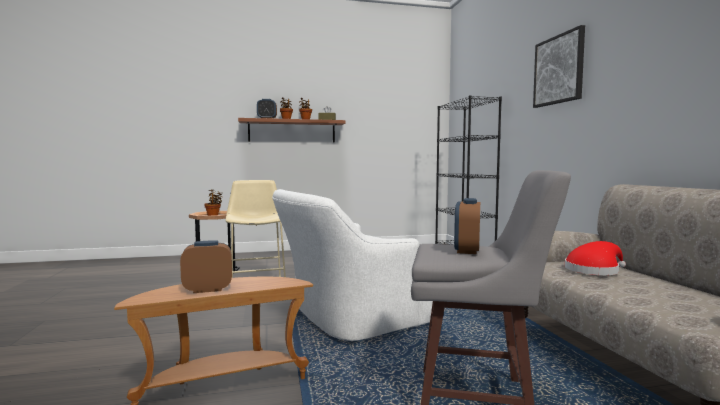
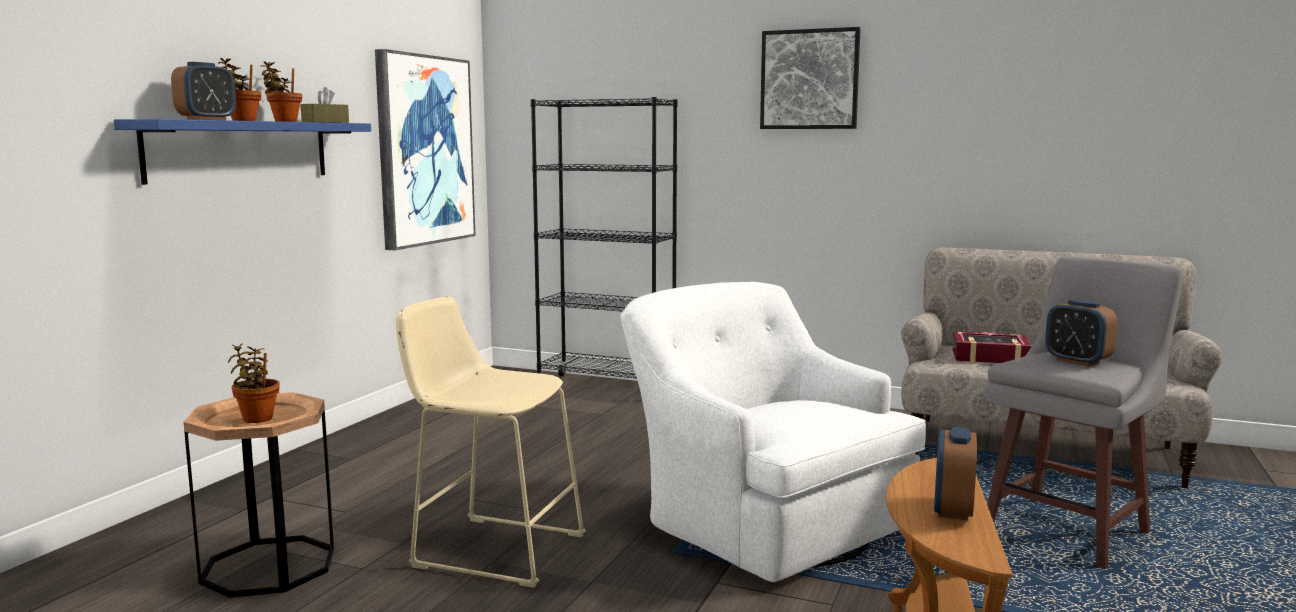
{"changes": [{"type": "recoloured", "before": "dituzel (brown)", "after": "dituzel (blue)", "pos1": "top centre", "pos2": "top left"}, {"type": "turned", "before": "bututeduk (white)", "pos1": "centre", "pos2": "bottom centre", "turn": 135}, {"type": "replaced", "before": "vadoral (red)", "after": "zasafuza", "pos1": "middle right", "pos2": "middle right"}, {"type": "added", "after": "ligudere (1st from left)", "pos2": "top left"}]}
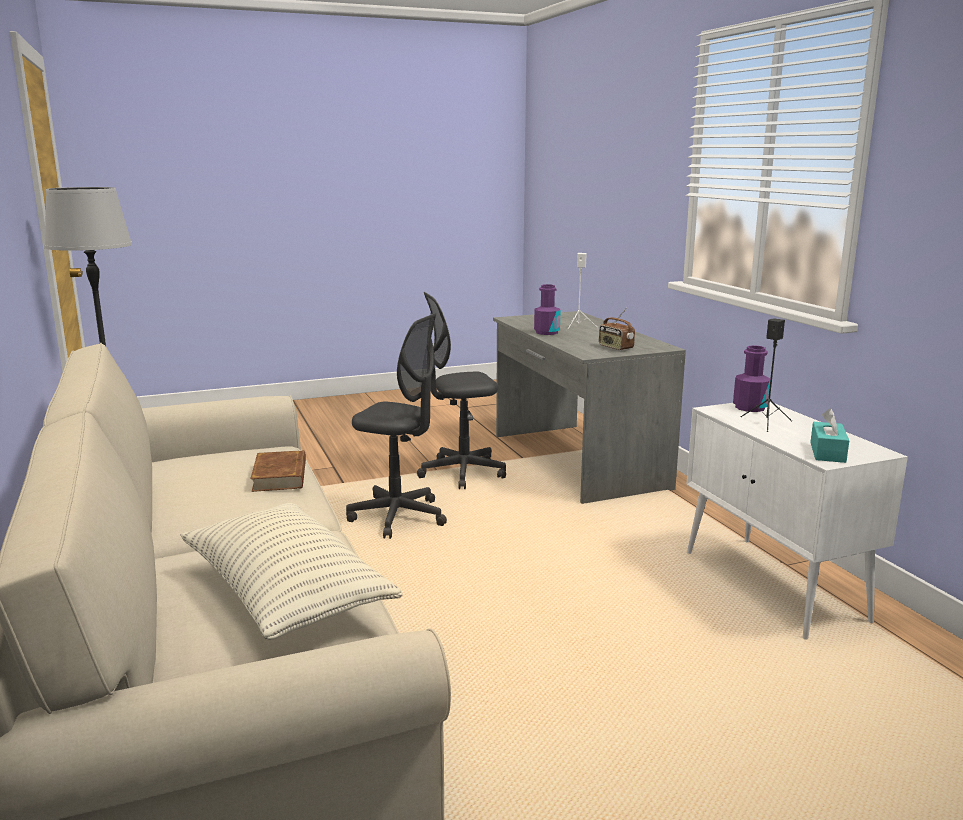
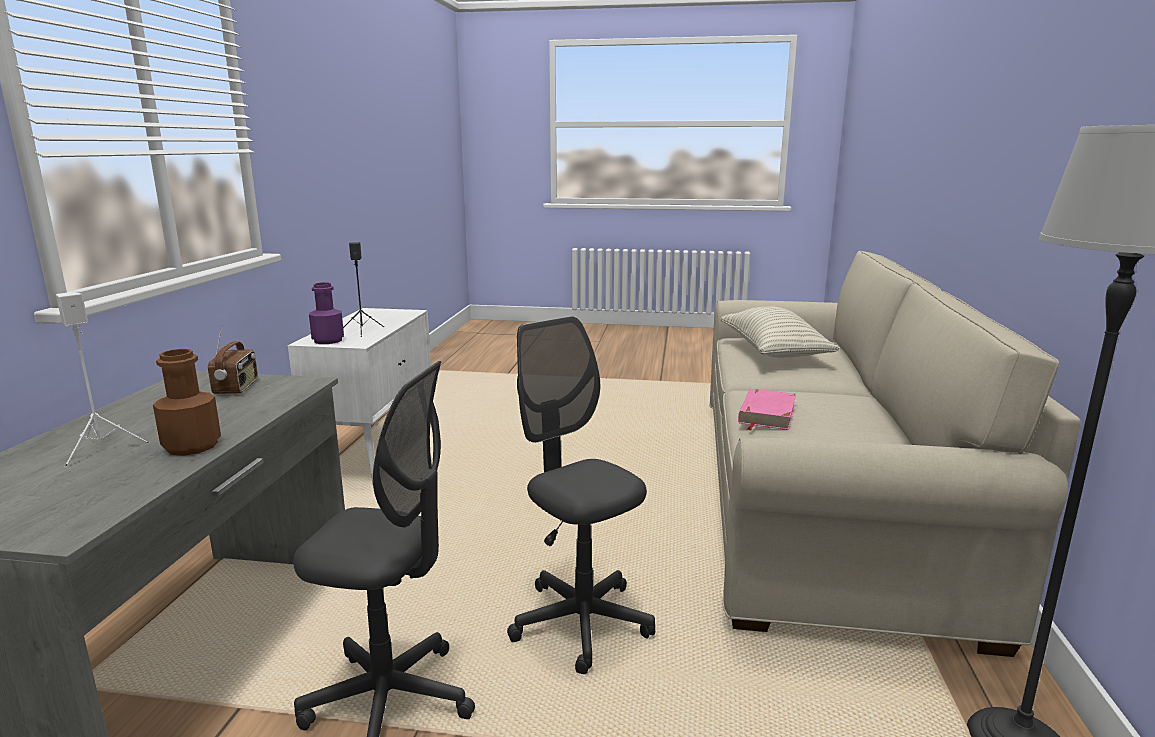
{"changes": [{"type": "recoloured", "before": "zasafuza (brown)", "after": "zasafuza (pink)", "pos1": "middle left", "pos2": "centre"}, {"type": "recoloured", "before": "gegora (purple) (1st from left)", "after": "gegora (brown)", "pos1": "centre", "pos2": "middle left"}, {"type": "removed", "before": "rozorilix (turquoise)", "pos1": "middle right"}]}
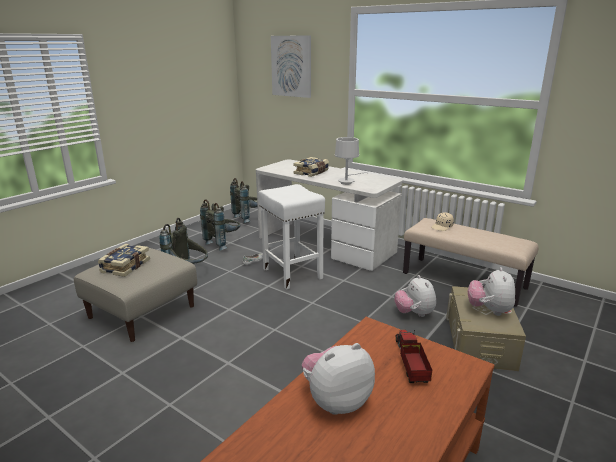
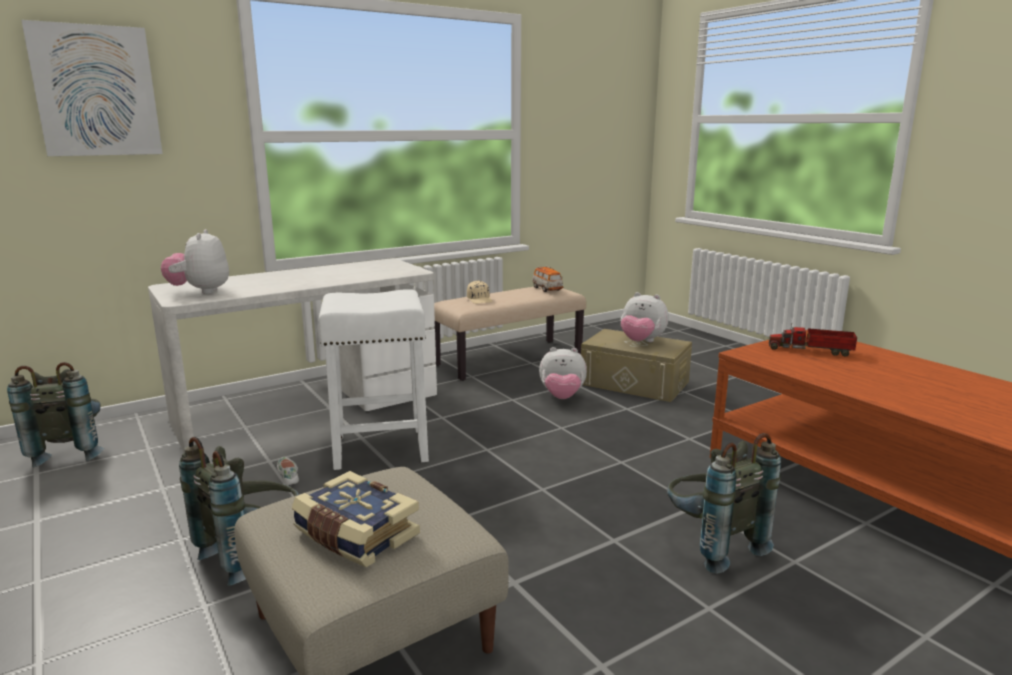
{"changes": [{"type": "moved", "before": "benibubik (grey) (2nd from left in the first image)", "after": "benibubik (grey) (3rd from left)", "pos1": "centre", "pos2": "bottom right"}, {"type": "removed", "before": "zasafuza (2nd from left)", "pos1": "centre"}, {"type": "moved", "before": "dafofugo (1st from left)", "pos1": "bottom centre", "pos2": "middle left"}, {"type": "removed", "before": "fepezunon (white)", "pos1": "centre"}, {"type": "added", "after": "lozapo", "pos2": "centre"}]}
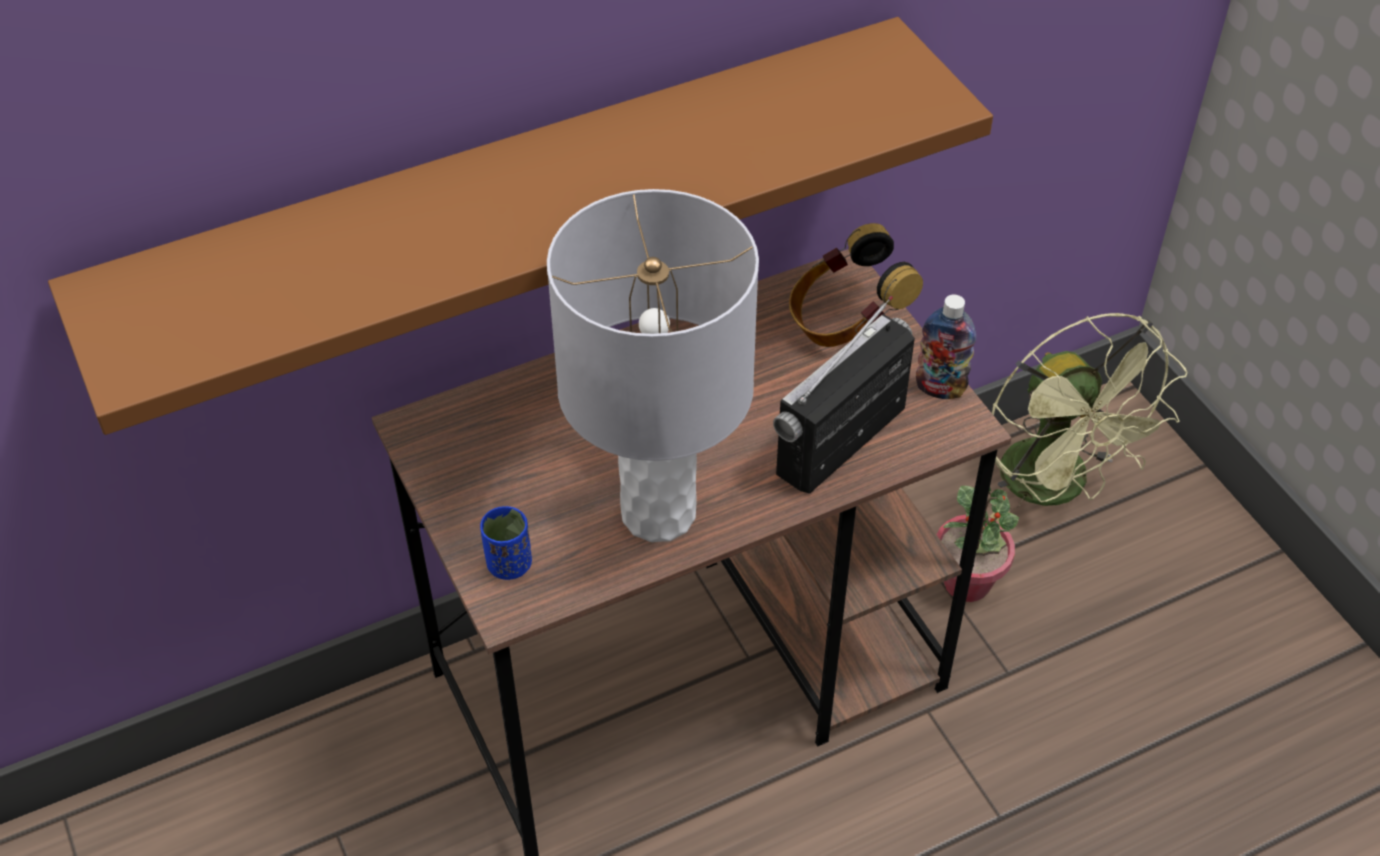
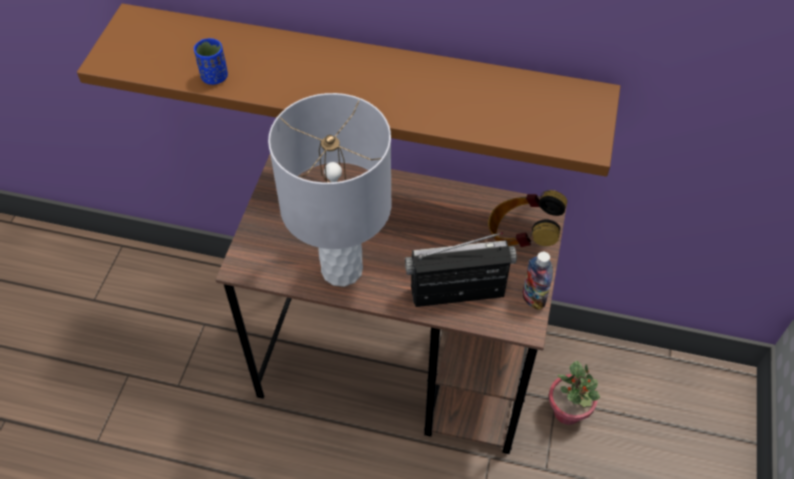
{"changes": [{"type": "moved", "before": "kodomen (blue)", "pos1": "centre", "pos2": "top left"}, {"type": "removed", "before": "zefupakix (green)", "pos1": "middle right"}]}
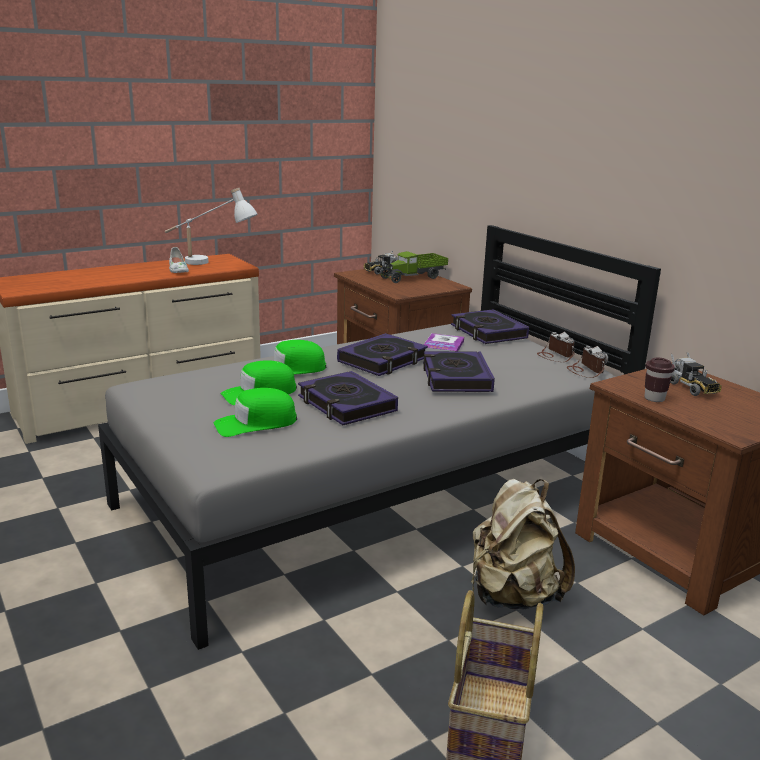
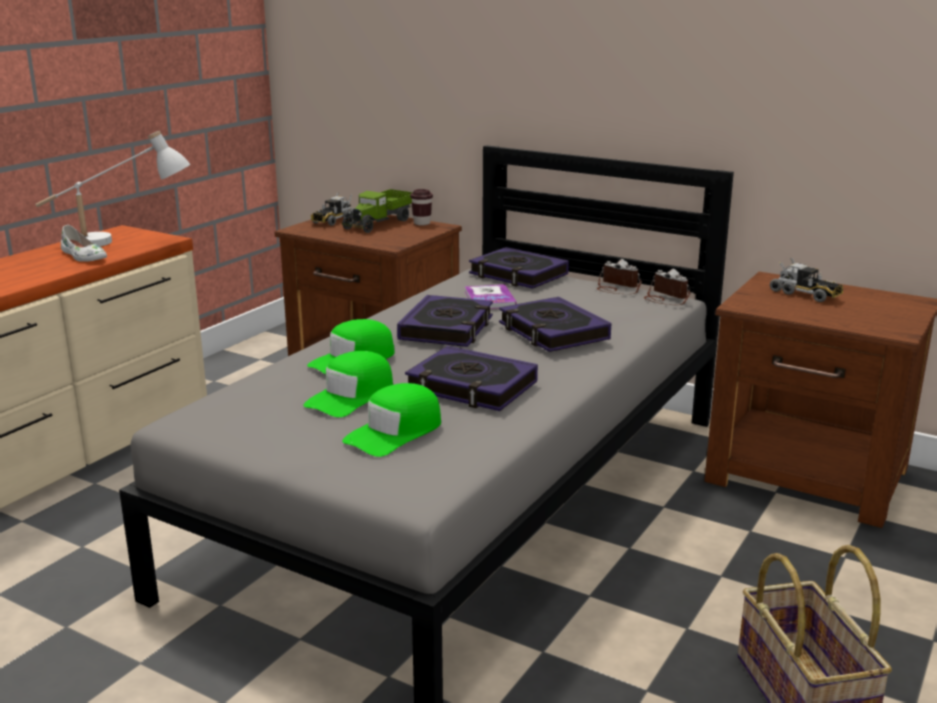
{"changes": [{"type": "removed", "before": "benibubik (beige)", "pos1": "bottom right"}, {"type": "moved", "before": "kodomen (brown)", "pos1": "middle right", "pos2": "top centre"}]}
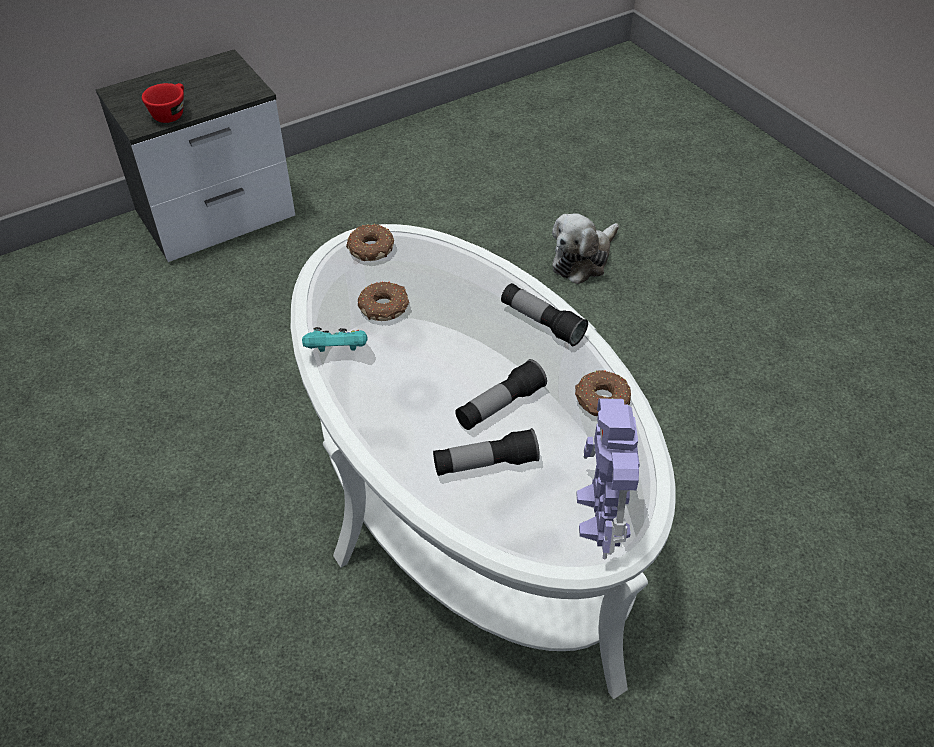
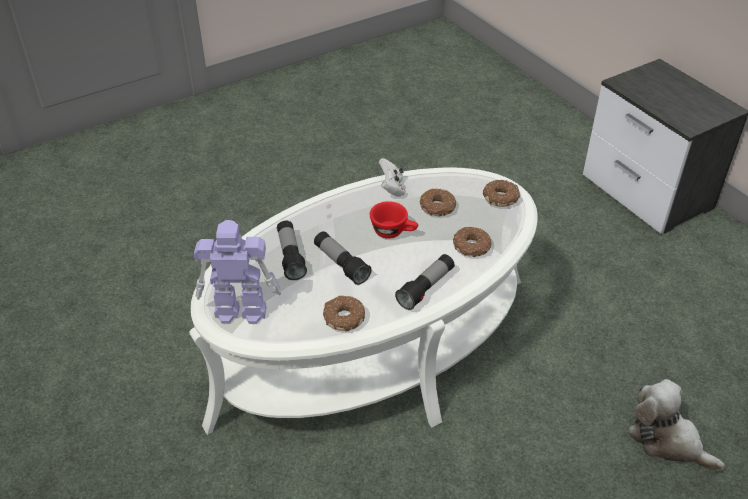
{"changes": [{"type": "moved", "before": "kodomen (red)", "pos1": "top left", "pos2": "centre"}, {"type": "recoloured", "before": "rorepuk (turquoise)", "after": "rorepuk (white)", "pos1": "centre", "pos2": "centre"}, {"type": "added", "after": "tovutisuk (3rd from left)", "pos2": "centre"}]}
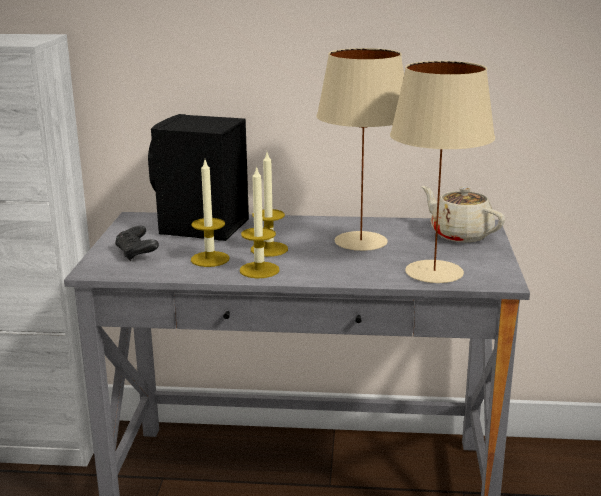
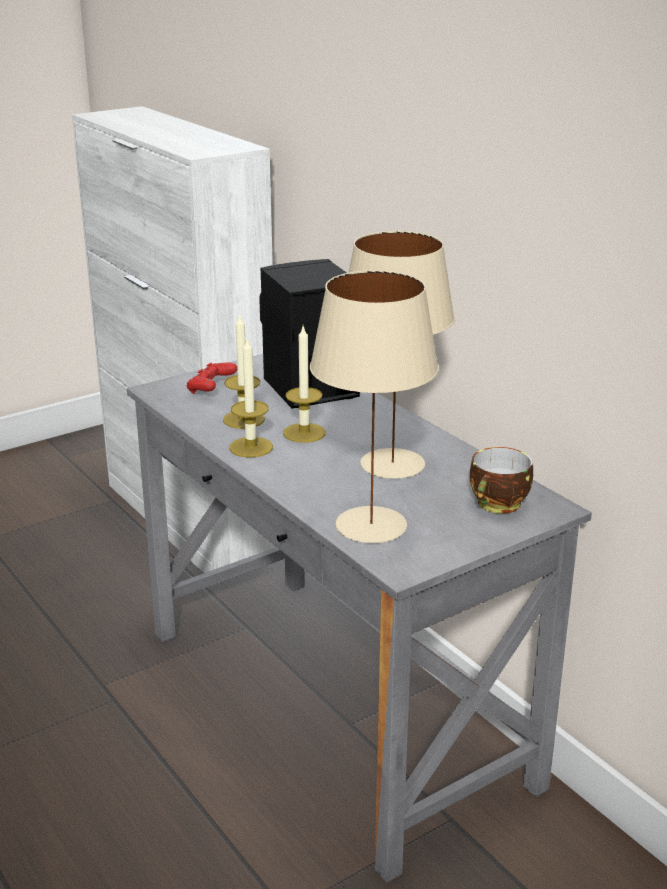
{"changes": [{"type": "recoloured", "before": "rorepuk (black)", "after": "rorepuk (red)", "pos1": "middle left", "pos2": "middle left"}, {"type": "replaced", "before": "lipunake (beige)", "after": "kodomen", "pos1": "middle right", "pos2": "middle right"}]}
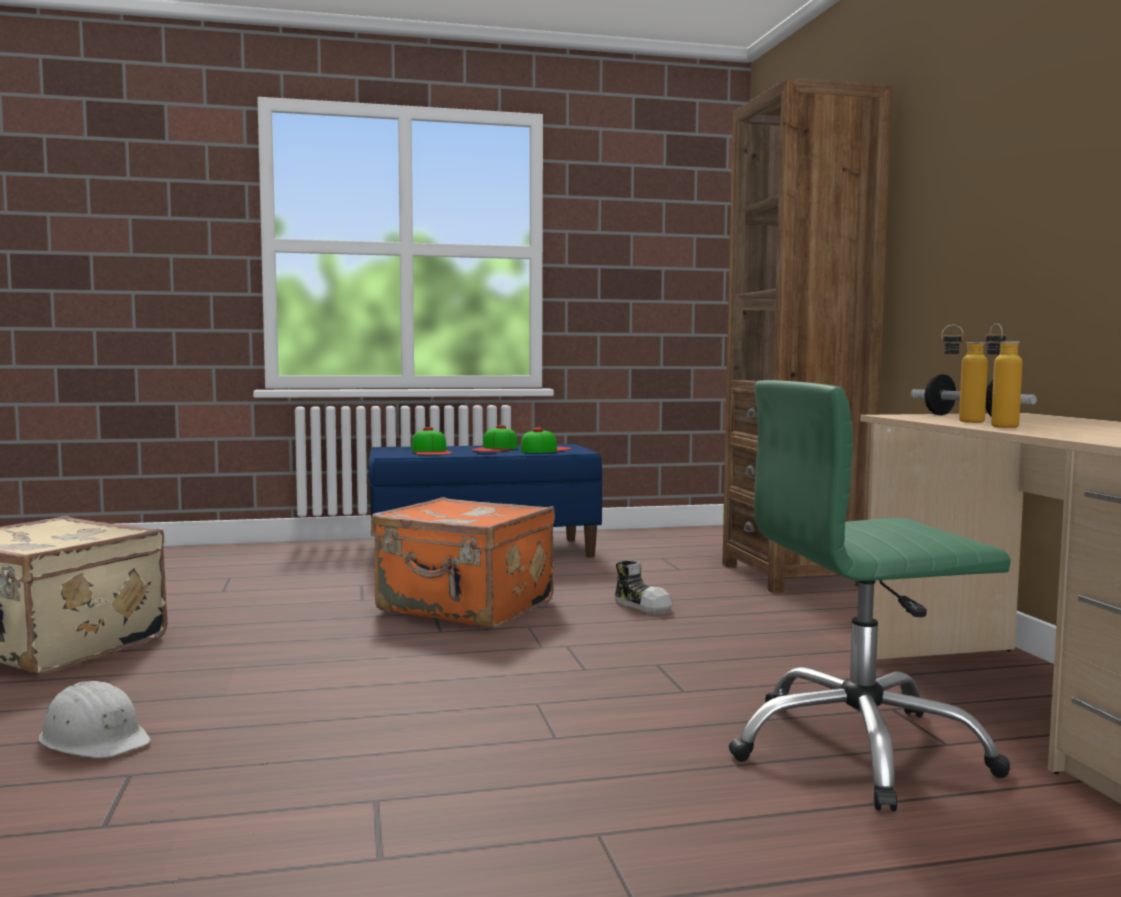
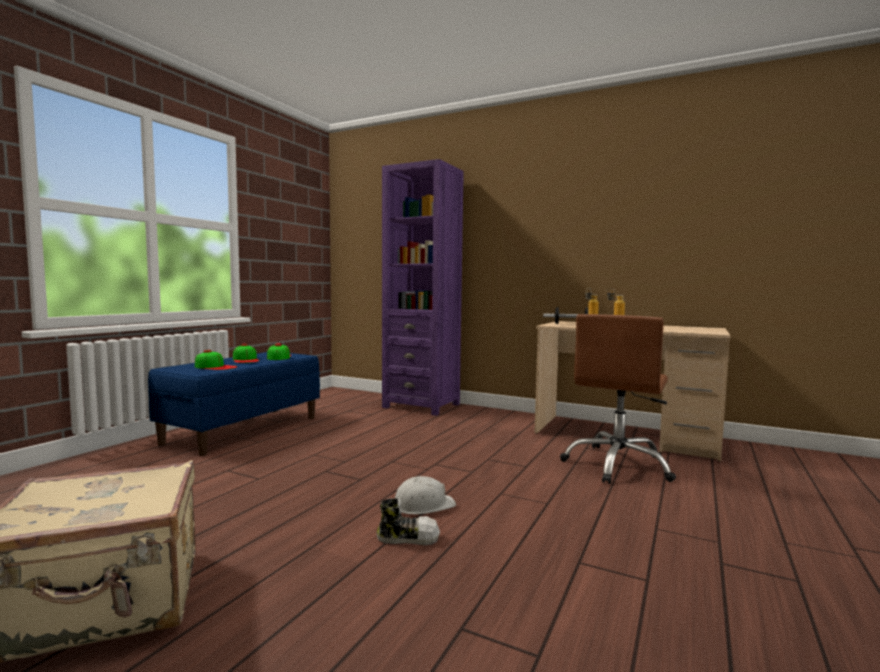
{"changes": [{"type": "moved", "before": "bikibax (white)", "pos1": "bottom left", "pos2": "bottom centre"}, {"type": "removed", "before": "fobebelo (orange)", "pos1": "centre"}, {"type": "moved", "before": "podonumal", "pos1": "centre", "pos2": "bottom centre"}, {"type": "recoloured", "before": "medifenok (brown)", "after": "medifenok (purple)", "pos1": "middle right", "pos2": "centre"}, {"type": "recoloured", "before": "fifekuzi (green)", "after": "fifekuzi (brown)", "pos1": "middle right", "pos2": "middle right"}]}
